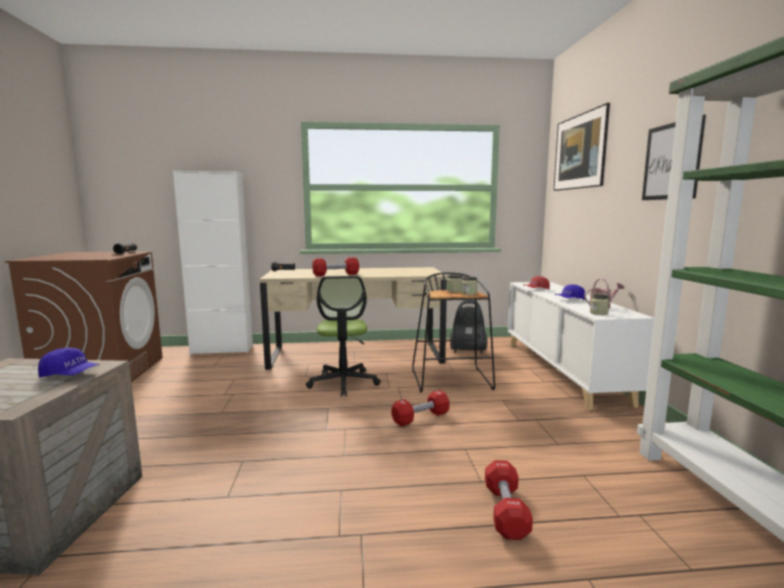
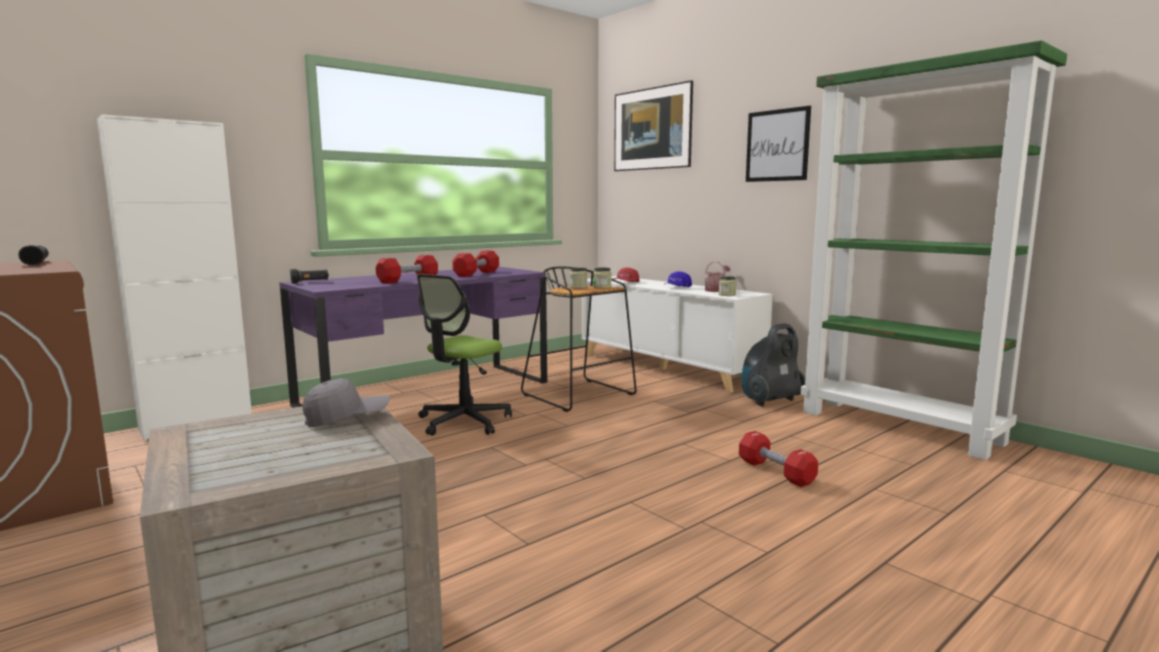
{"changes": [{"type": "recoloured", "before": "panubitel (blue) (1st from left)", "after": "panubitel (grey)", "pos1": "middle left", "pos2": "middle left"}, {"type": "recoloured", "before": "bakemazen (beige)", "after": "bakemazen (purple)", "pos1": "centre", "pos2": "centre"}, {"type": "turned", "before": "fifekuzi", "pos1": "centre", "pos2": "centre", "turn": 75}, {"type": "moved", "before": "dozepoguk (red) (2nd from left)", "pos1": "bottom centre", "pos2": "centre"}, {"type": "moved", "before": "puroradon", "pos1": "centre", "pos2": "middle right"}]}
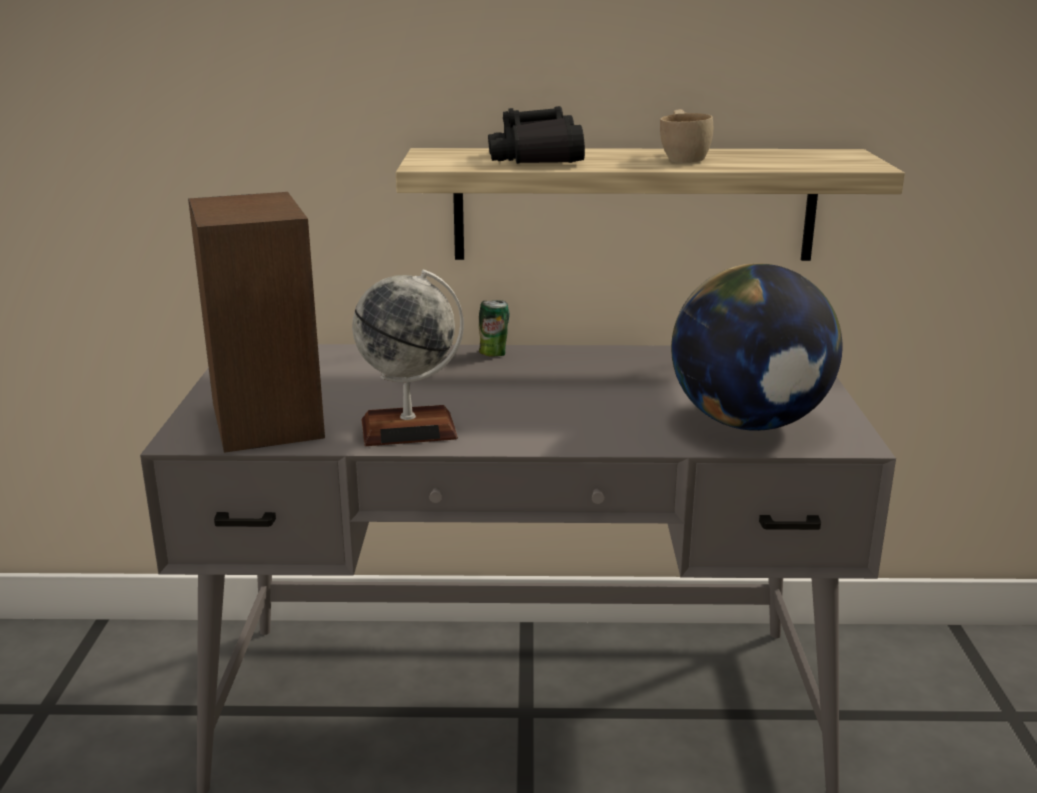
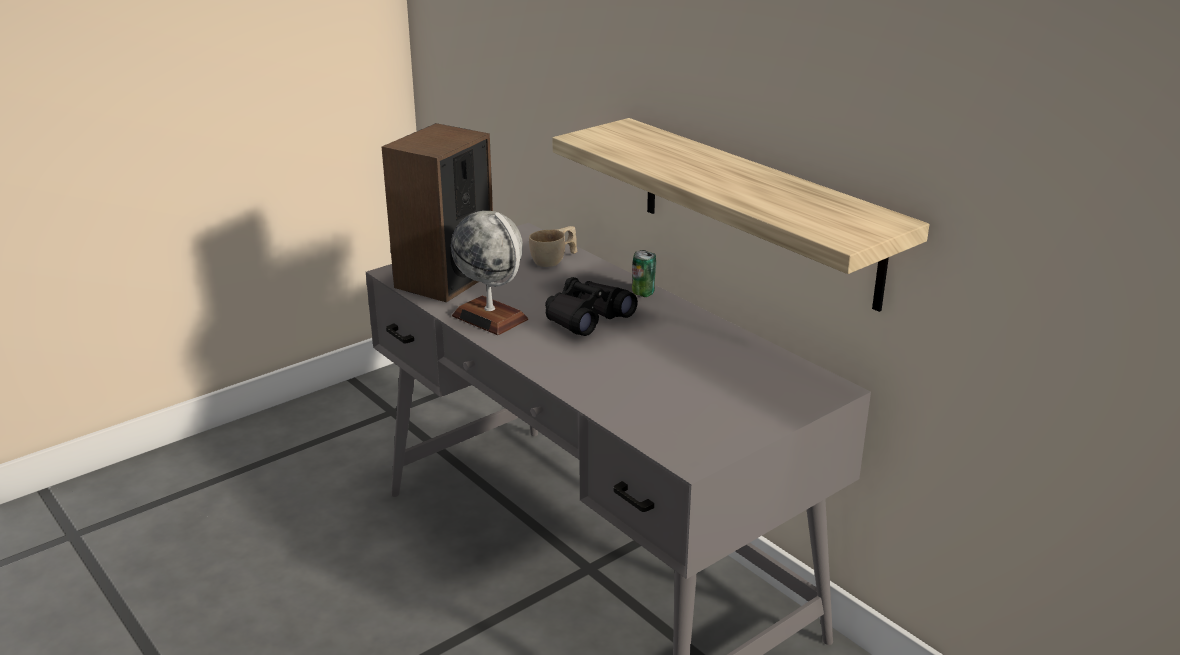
{"changes": [{"type": "moved", "before": "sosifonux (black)", "pos1": "top centre", "pos2": "centre"}, {"type": "moved", "before": "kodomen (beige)", "pos1": "top centre", "pos2": "centre"}, {"type": "removed", "before": "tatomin (2nd from left)", "pos1": "middle right"}]}
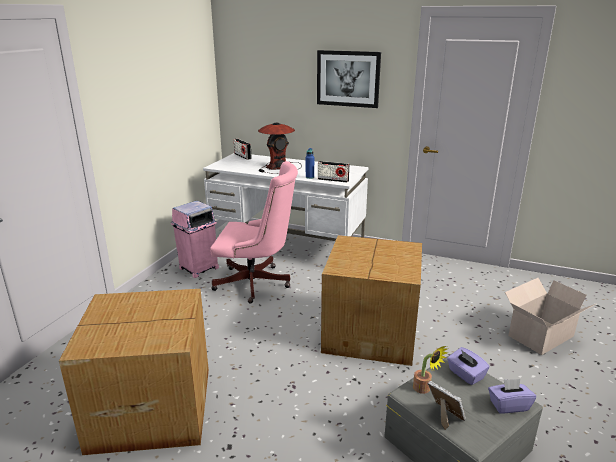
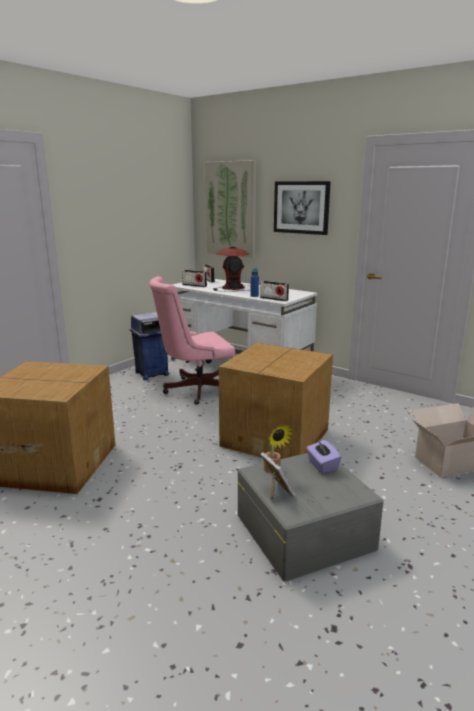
{"changes": [{"type": "recoloured", "before": "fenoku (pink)", "after": "fenoku (blue)", "pos1": "middle left", "pos2": "middle left"}, {"type": "turned", "before": "fifekuzi (pink)", "pos1": "centre", "pos2": "centre", "turn": 135}, {"type": "removed", "before": "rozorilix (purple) (2nd from left)", "pos1": "bottom right"}, {"type": "added", "after": "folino (1st from left)", "pos2": "centre"}, {"type": "added", "after": "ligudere (1st from left)", "pos2": "top centre"}]}
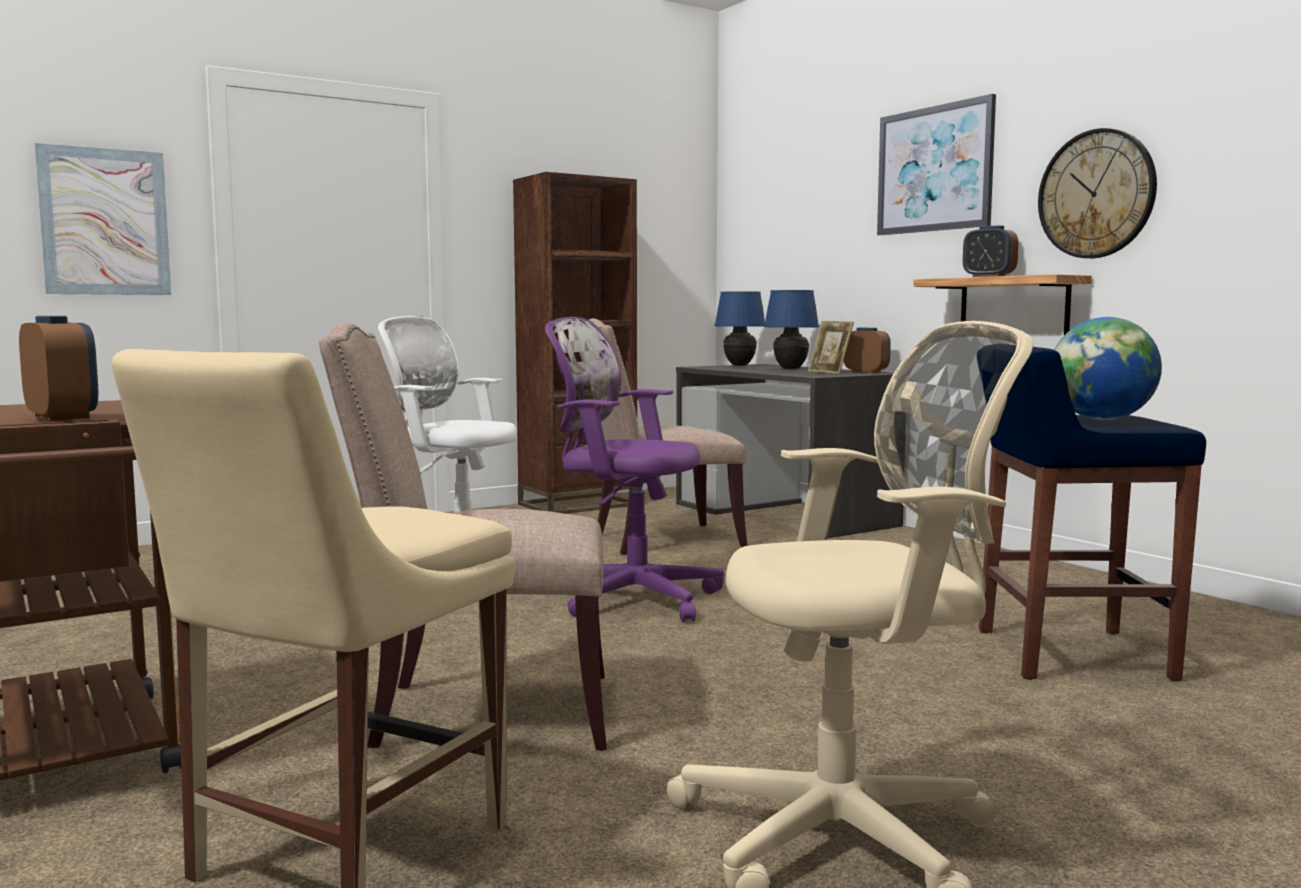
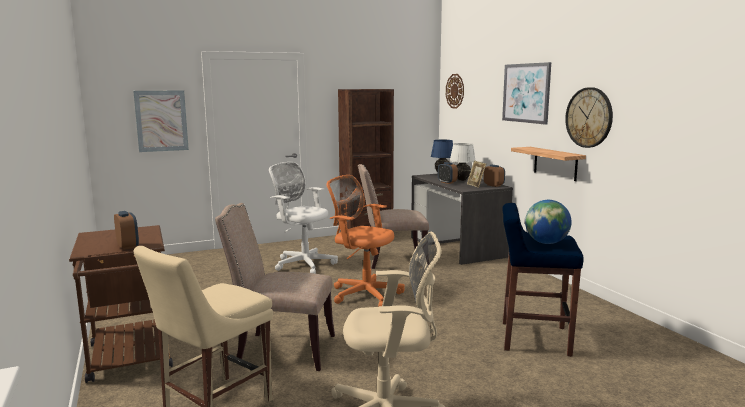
{"changes": [{"type": "recoloured", "before": "fifekuzi (purple)", "after": "fifekuzi (orange)", "pos1": "centre", "pos2": "centre"}, {"type": "recoloured", "before": "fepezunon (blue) (2nd from left)", "after": "fepezunon (white)", "pos1": "centre", "pos2": "centre"}, {"type": "moved", "before": "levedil (3rd from left in the first image)", "after": "levedil (2nd from left)", "pos1": "top right", "pos2": "centre"}, {"type": "added", "after": "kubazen (1st from left)", "pos2": "top centre"}]}
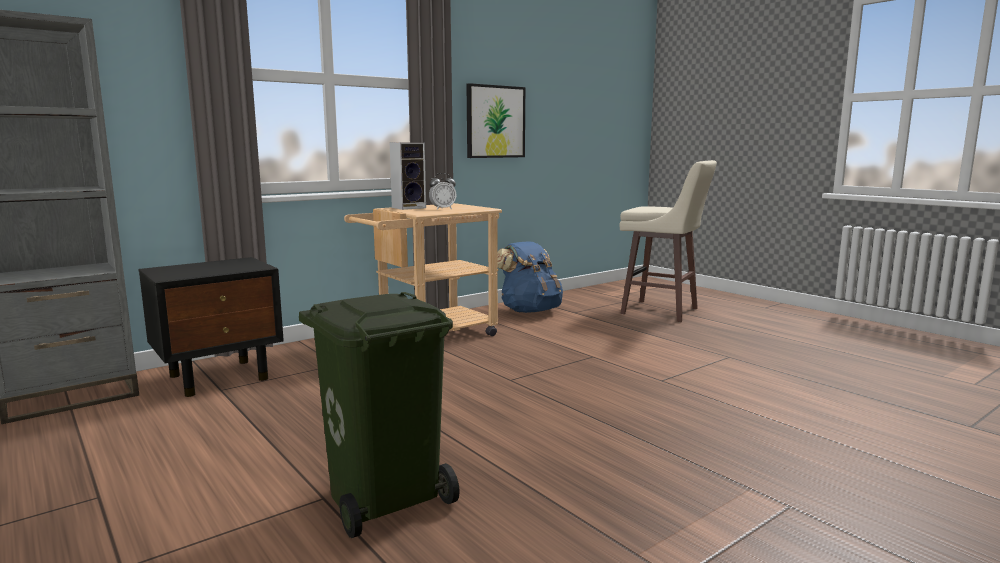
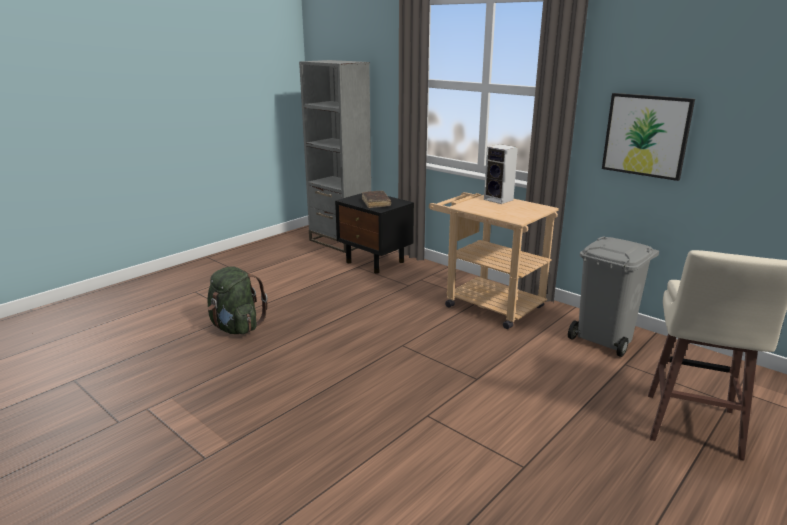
{"changes": [{"type": "replaced", "before": "fenoku (green)", "after": "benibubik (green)", "pos1": "bottom centre", "pos2": "middle left"}, {"type": "removed", "before": "levedil", "pos1": "centre"}, {"type": "replaced", "before": "benibubik (blue)", "after": "fenoku (grey)", "pos1": "centre", "pos2": "middle right"}, {"type": "added", "after": "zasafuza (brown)", "pos2": "centre"}]}
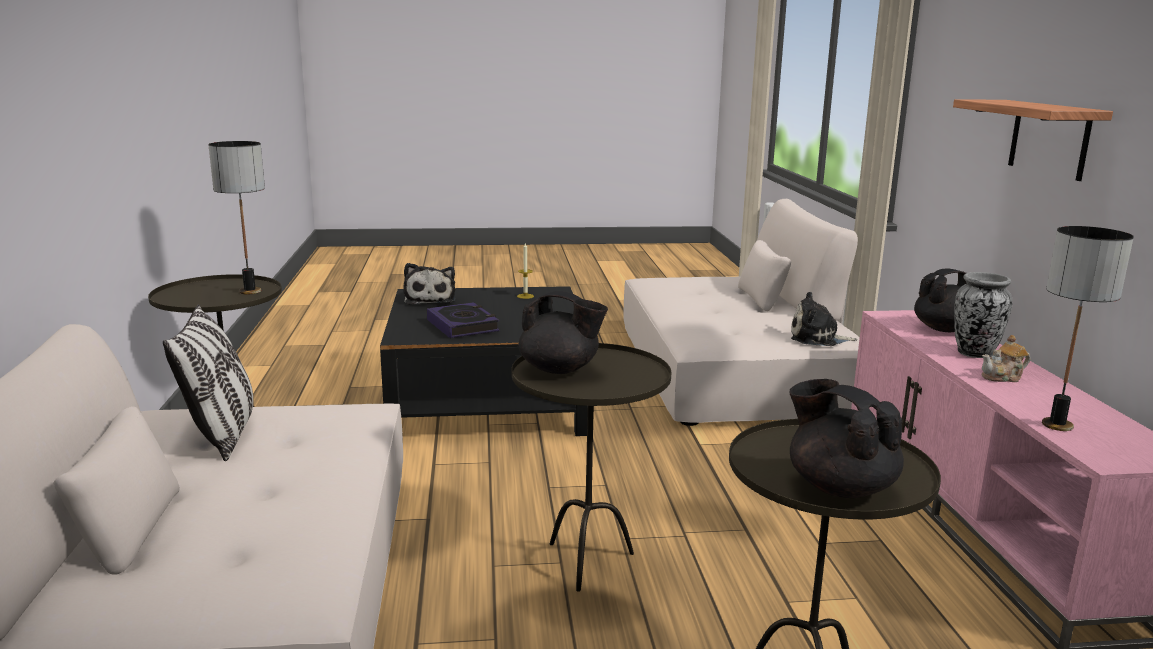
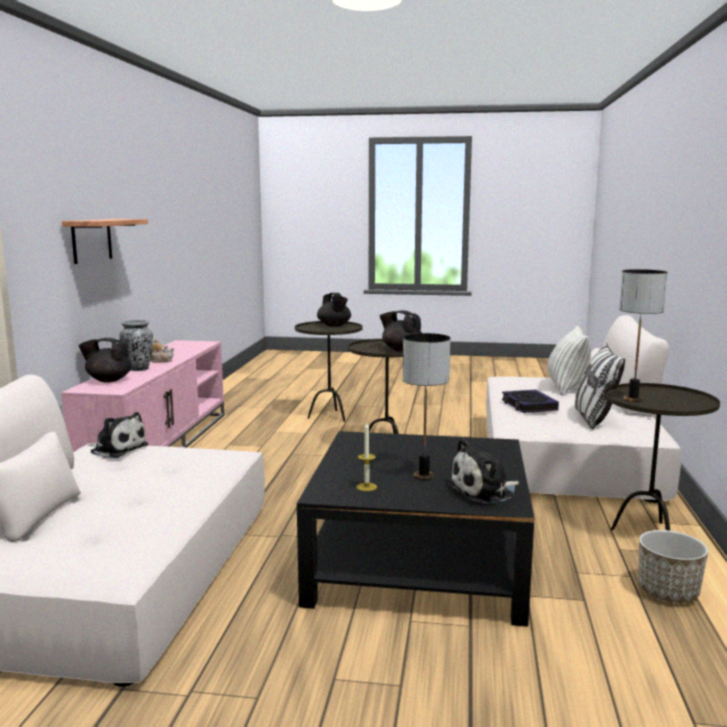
{"changes": [{"type": "turned", "before": "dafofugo (1st from left in the first image)", "pos1": "centre", "pos2": "centre", "turn": -120}, {"type": "moved", "before": "zasafuza", "pos1": "centre", "pos2": "middle right"}, {"type": "moved", "before": "fepezunon (2nd from left in the first image)", "after": "fepezunon (1st from left)", "pos1": "middle right", "pos2": "centre"}, {"type": "added", "after": "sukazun (1st from left)", "pos2": "middle right"}, {"type": "added", "after": "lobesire", "pos2": "bottom right"}]}
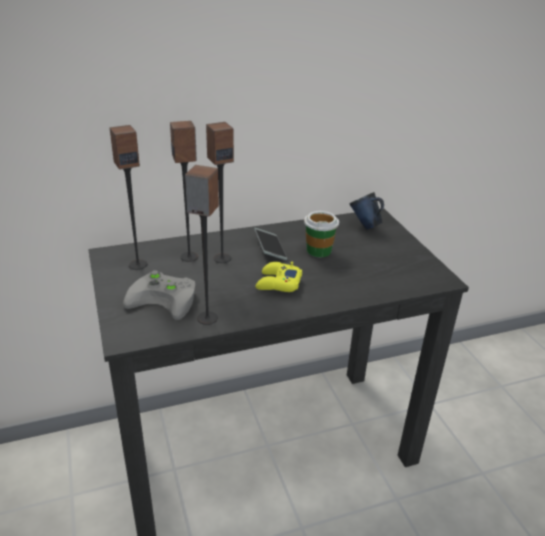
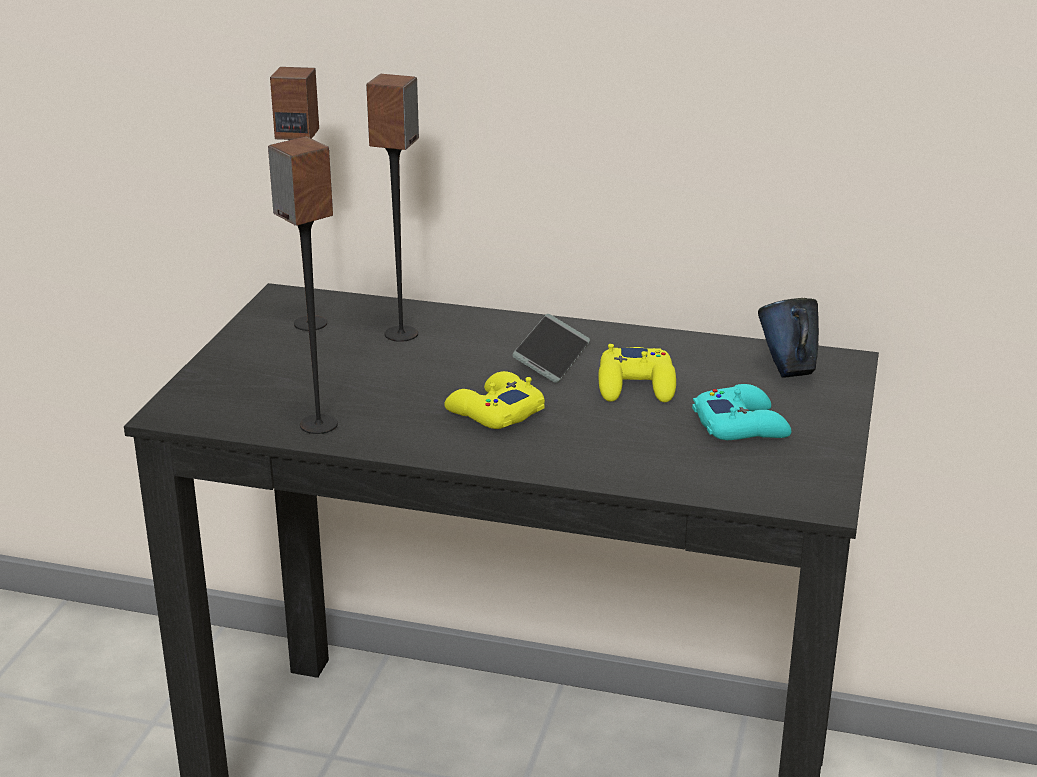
{"changes": [{"type": "removed", "before": "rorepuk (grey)", "pos1": "middle left"}, {"type": "removed", "before": "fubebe (4th from left)", "pos1": "centre"}, {"type": "replaced", "before": "kodomen", "after": "rorepuk (yellow) (2nd from left)", "pos1": "centre", "pos2": "centre"}, {"type": "added", "after": "rorepuk (turquoise)", "pos2": "middle right"}]}
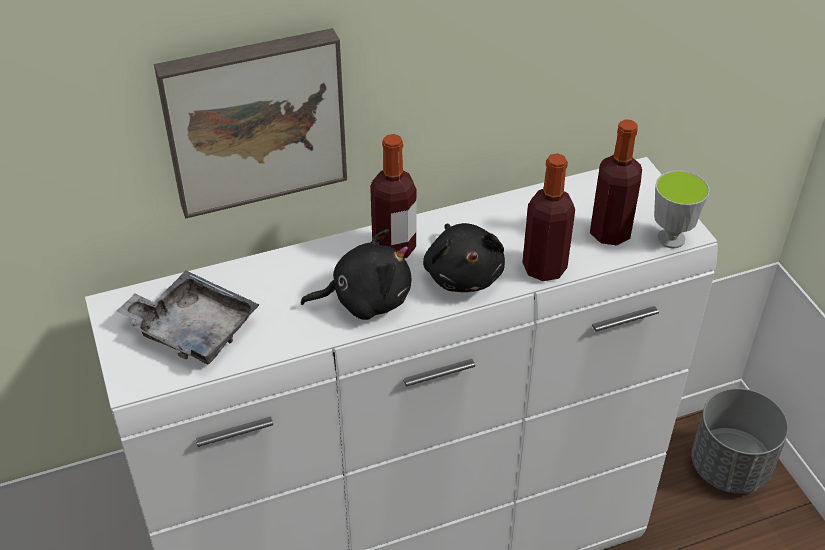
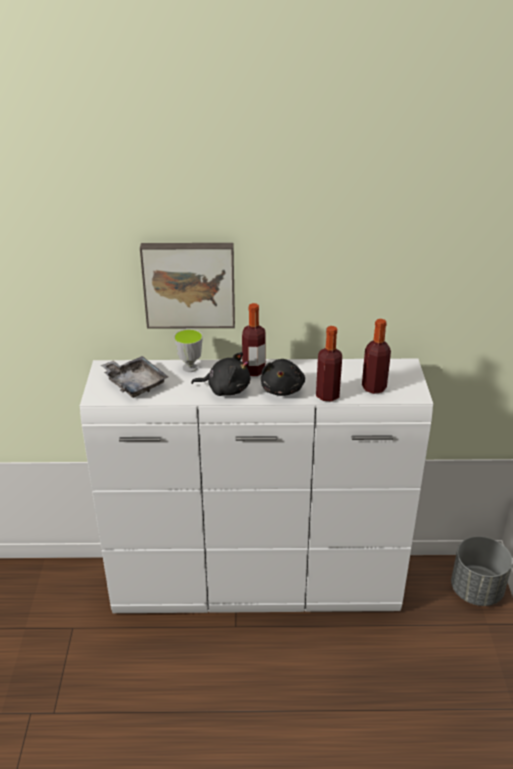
{"changes": [{"type": "moved", "before": "kodomen", "pos1": "middle right", "pos2": "centre"}]}
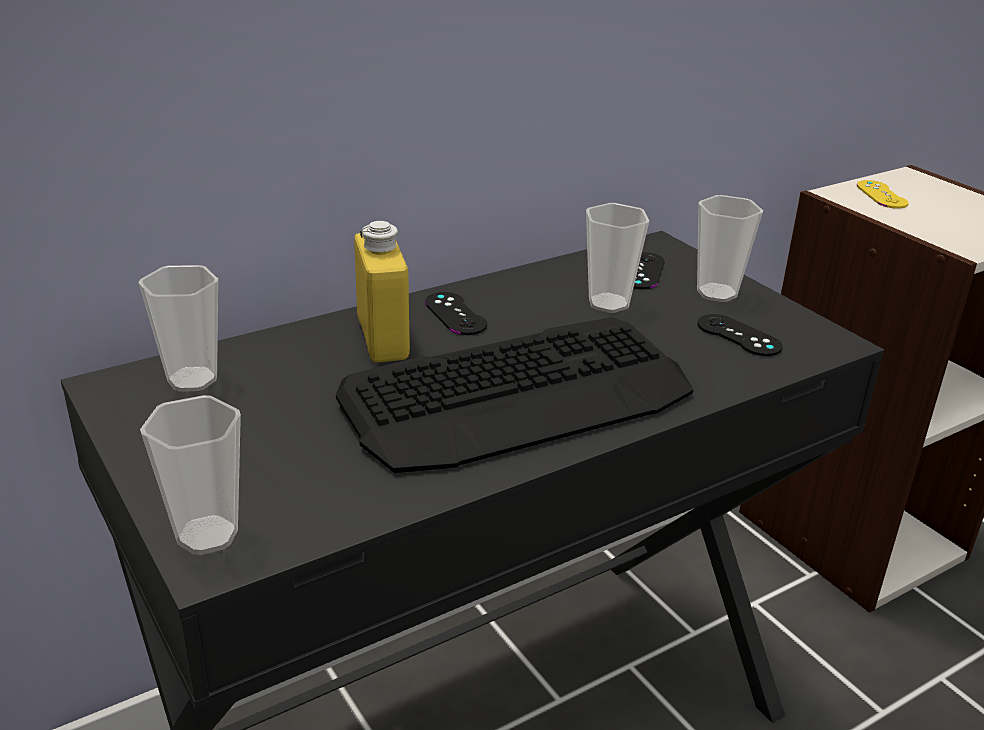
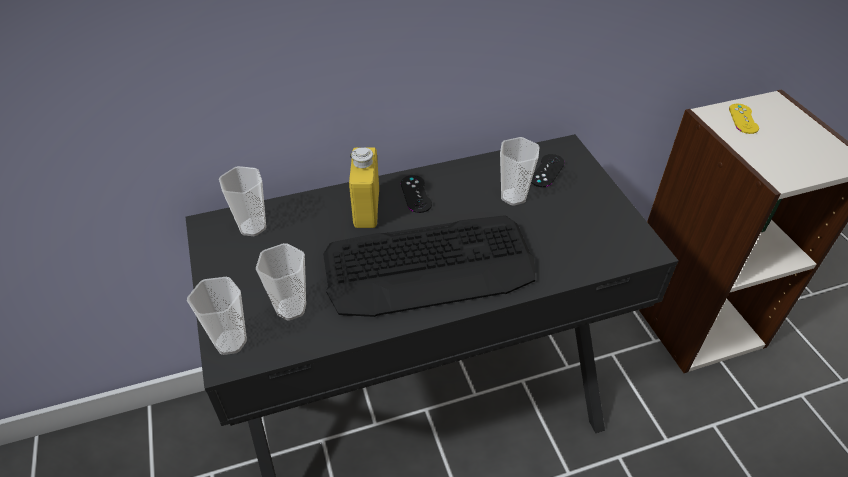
{"changes": [{"type": "moved", "before": "kodomen (4th from left in the first image)", "after": "kodomen (3rd from left)", "pos1": "middle right", "pos2": "middle left"}, {"type": "removed", "before": "rorepuk (black) (3rd from left)", "pos1": "middle right"}]}
